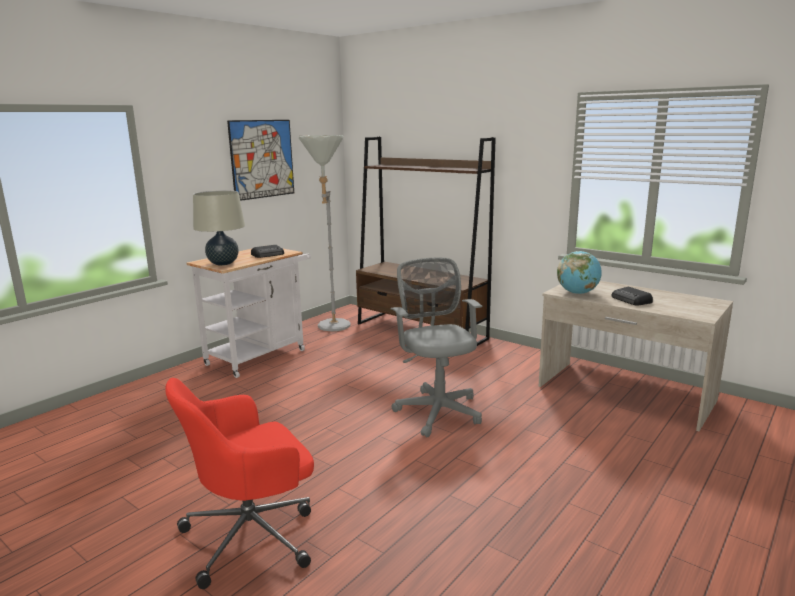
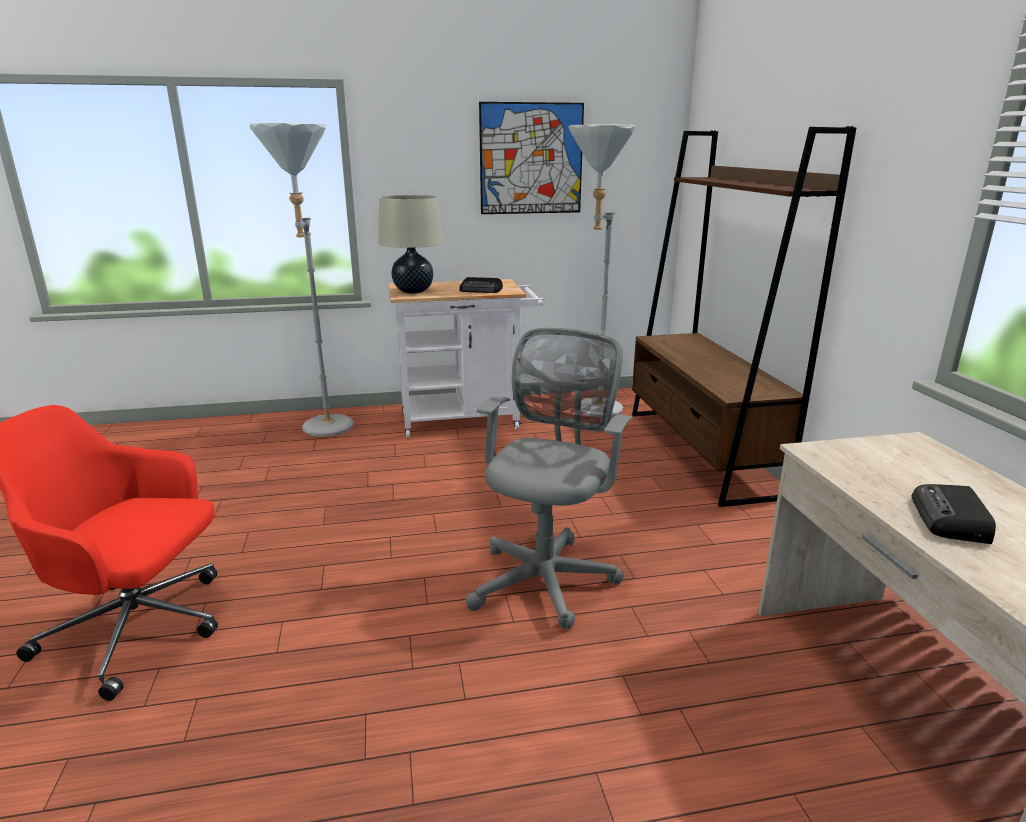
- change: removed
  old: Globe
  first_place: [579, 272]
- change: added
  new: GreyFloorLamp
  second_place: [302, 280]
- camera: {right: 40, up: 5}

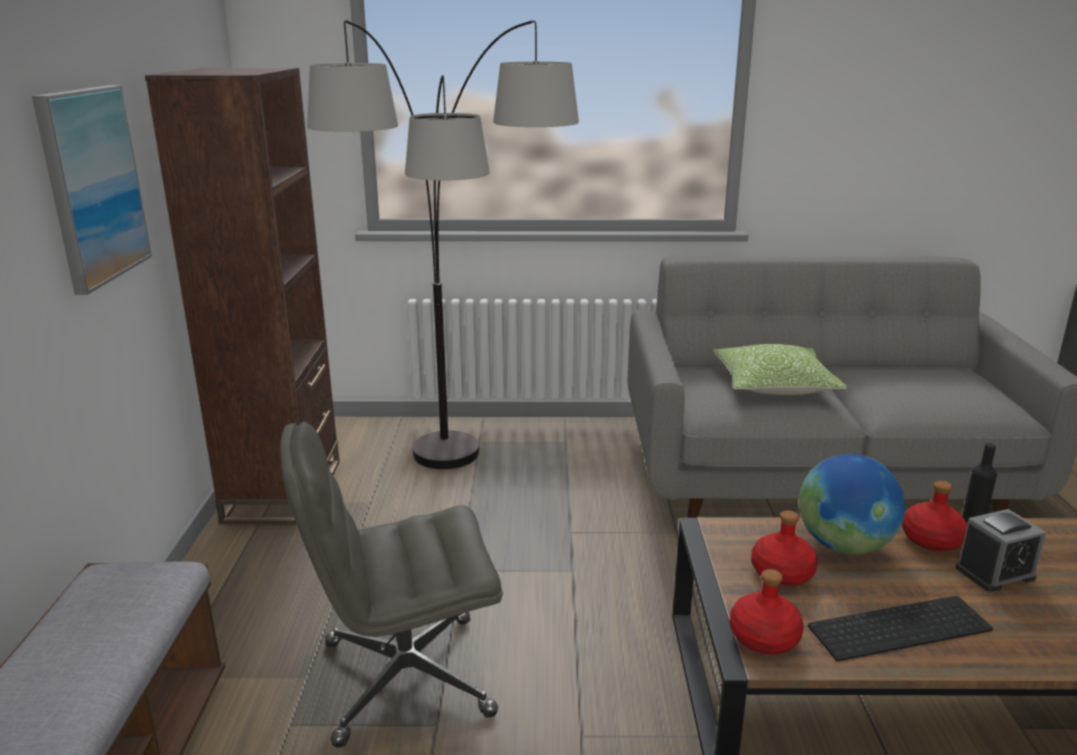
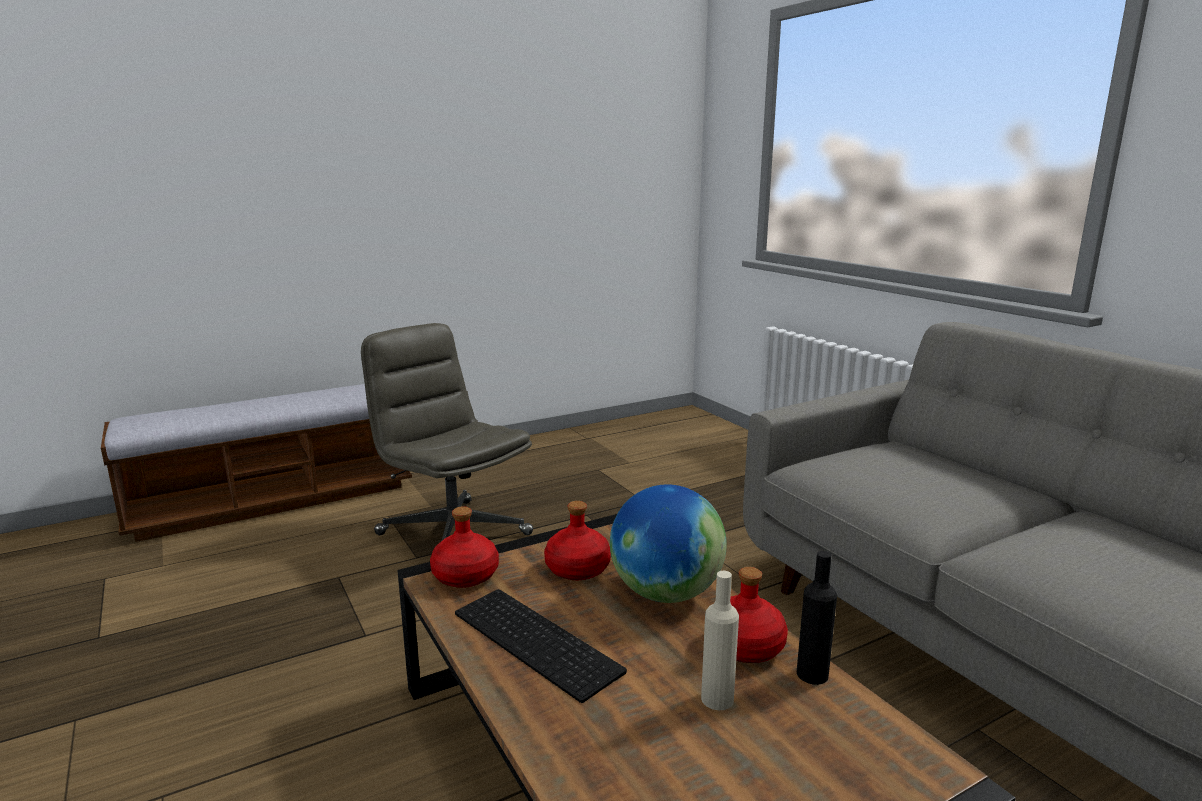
- change: removed
  old: FloorLamp
  first_place: [443, 244]
- change: removed
  old: BrownBookcase
  first_place: [242, 296]
- change: removed
  old: Picture
  first_place: [92, 190]
- change: removed
  old: Pillow
  first_place: [780, 369]
- change: replaced
  old: AlarmClock
  new: BeigeBottle
  first_place: [1000, 550]
  second_place: [720, 640]
- camera: {right: 60, up: -5}

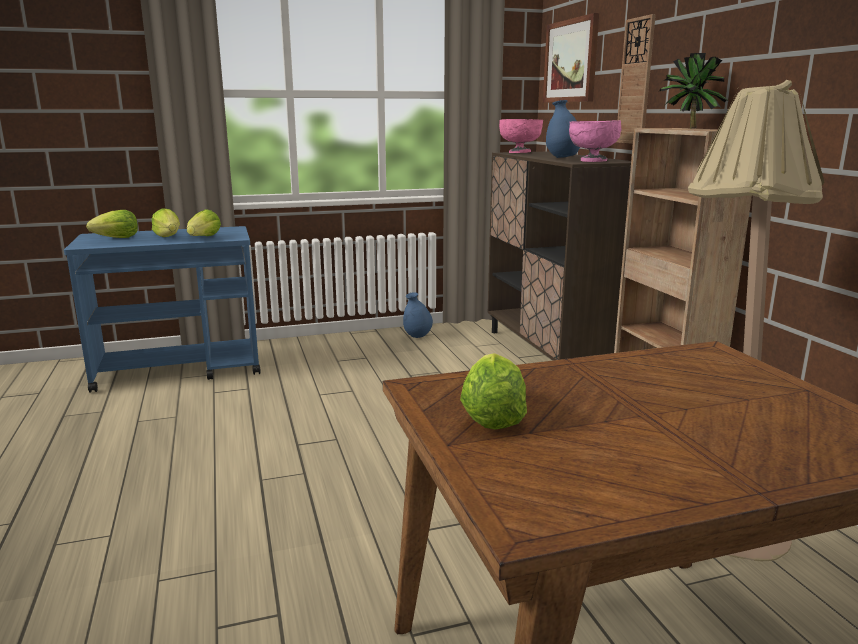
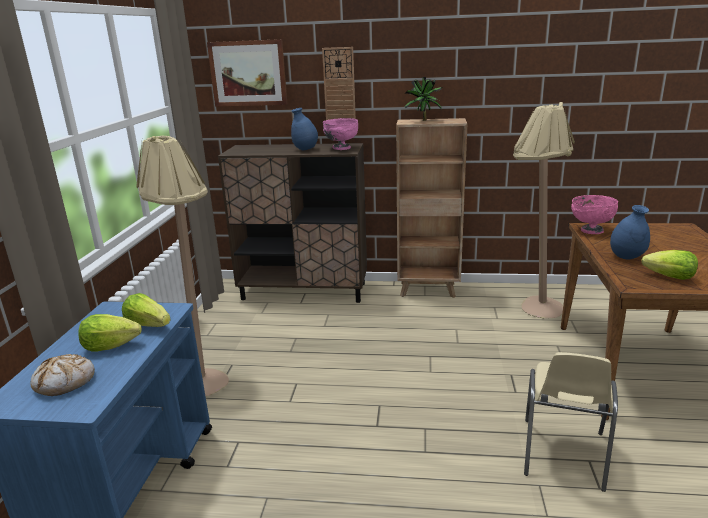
- change: moved
  old: PinkBowl
  first_place: [521, 136]
  second_place: [594, 214]
- change: replaced
  old: Lettuce
  new: Bread
  first_place: [112, 224]
  second_place: [63, 375]
- change: moved
  old: BlueVase
  first_place: [418, 315]
  second_place: [630, 232]
- change: added
  new: BeigeFloorLamp
  second_place: [182, 266]
- change: added
  new: BeigeChair
  second_place: [571, 422]
- camera: {right: -65, up: 5}

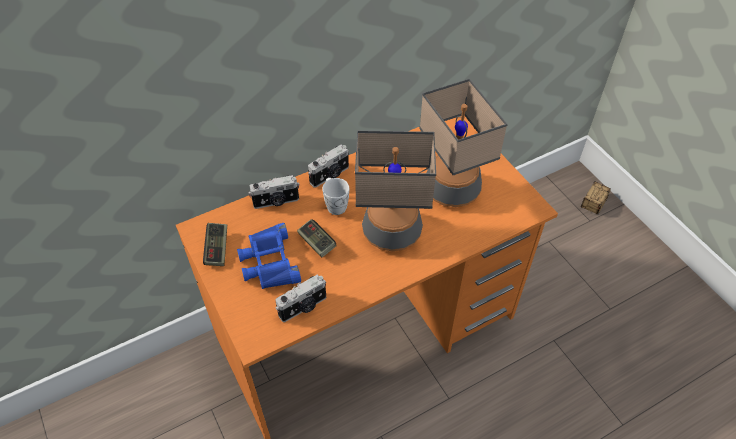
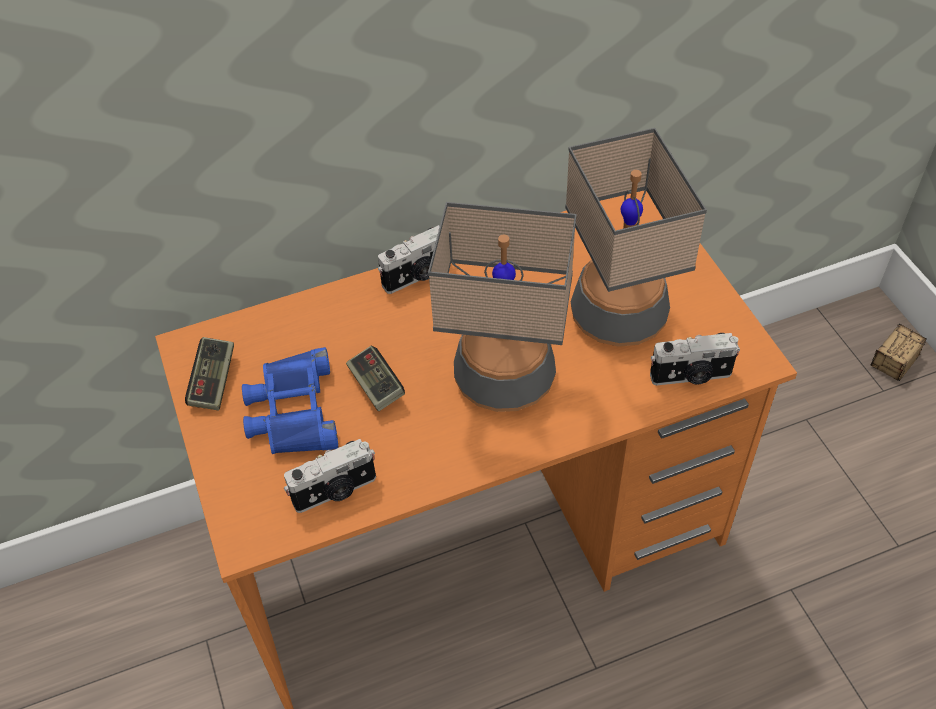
- change: moved
  old: PhotoCamera
  first_place: [274, 192]
  second_place: [695, 359]
- change: removed
  old: WhiteMug
  first_place: [336, 196]
- camera: {right: 10, up: 0}

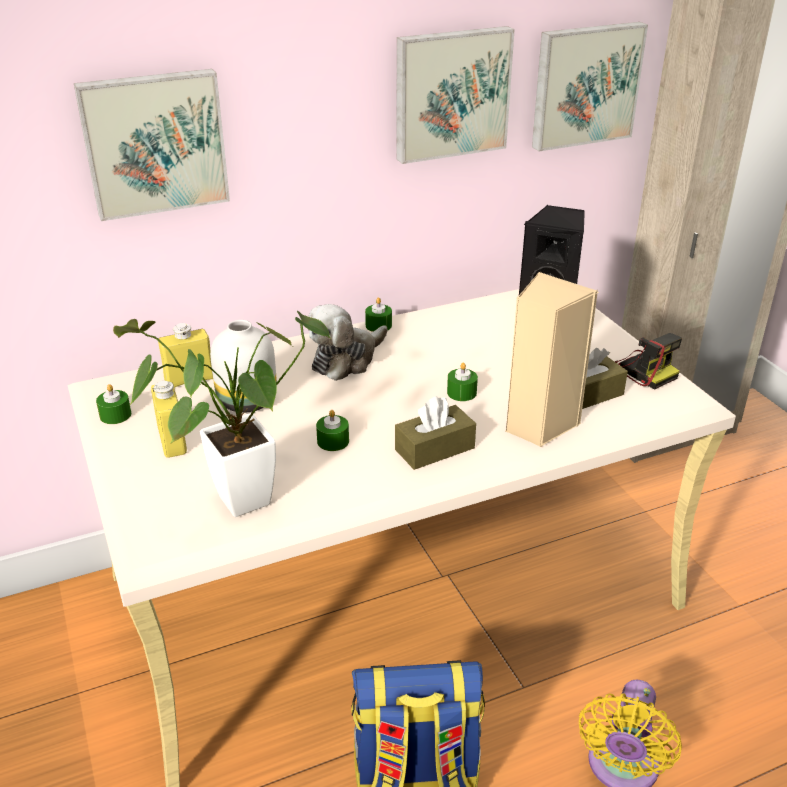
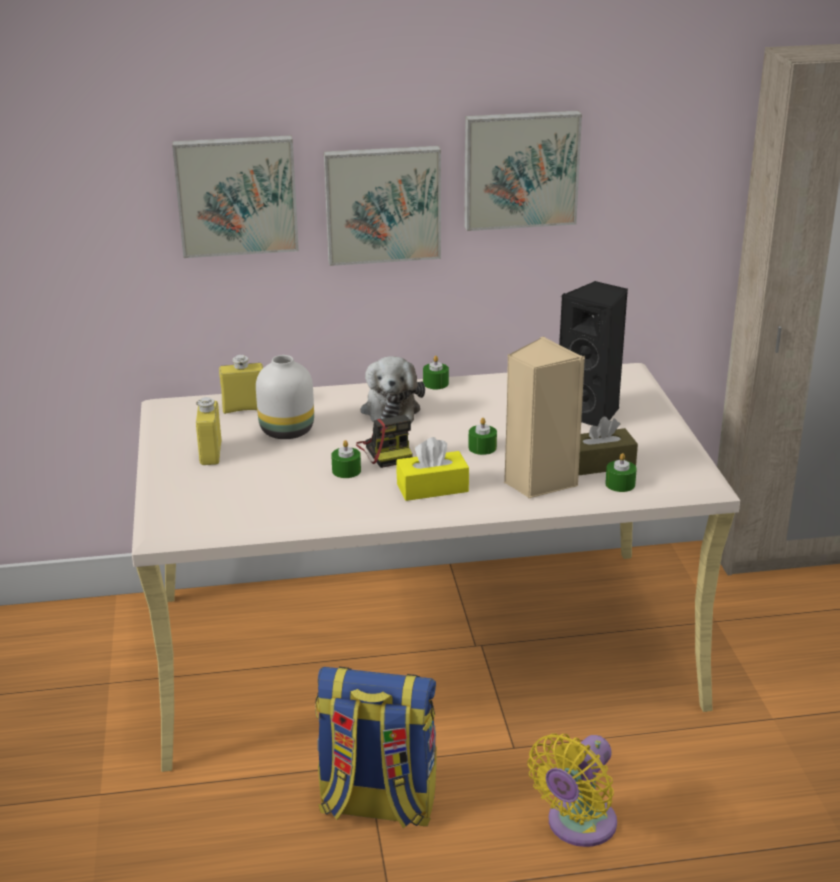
- change: moved
  old: Picture
  first_place: [590, 86]
  second_place: [382, 206]
- change: turned
  old: PlushToy
  first_place: [348, 342]
  second_place: [393, 389]
  degrees: -60
- change: removed
  old: PottedPlant
  first_place: [222, 414]
- change: moved
  old: PhotoCamera
  first_place: [648, 361]
  second_place: [384, 441]
- change: moved
  old: GreenCandle
  first_place: [113, 404]
  second_place: [621, 472]
- change: recoloured
  old: BrownTissueBox
  new: YellowTissueBox
  first_place: [435, 433]
  second_place: [433, 469]
- camera: {right: 15, up: -5}

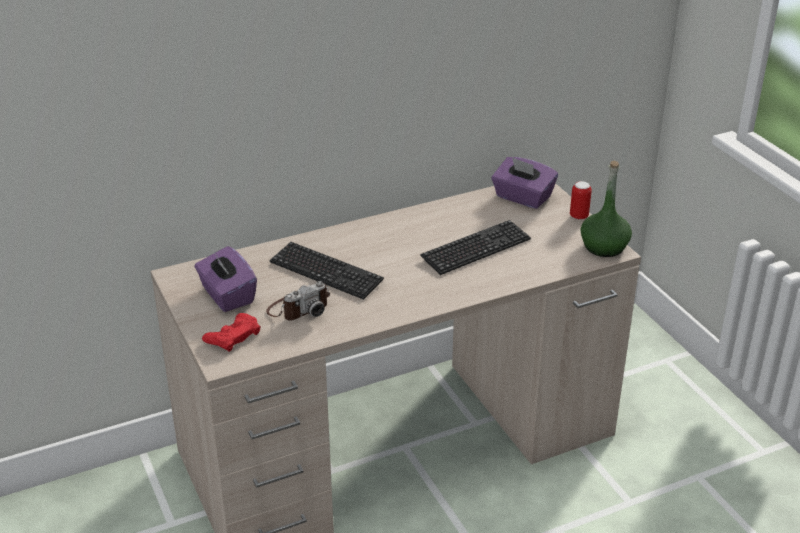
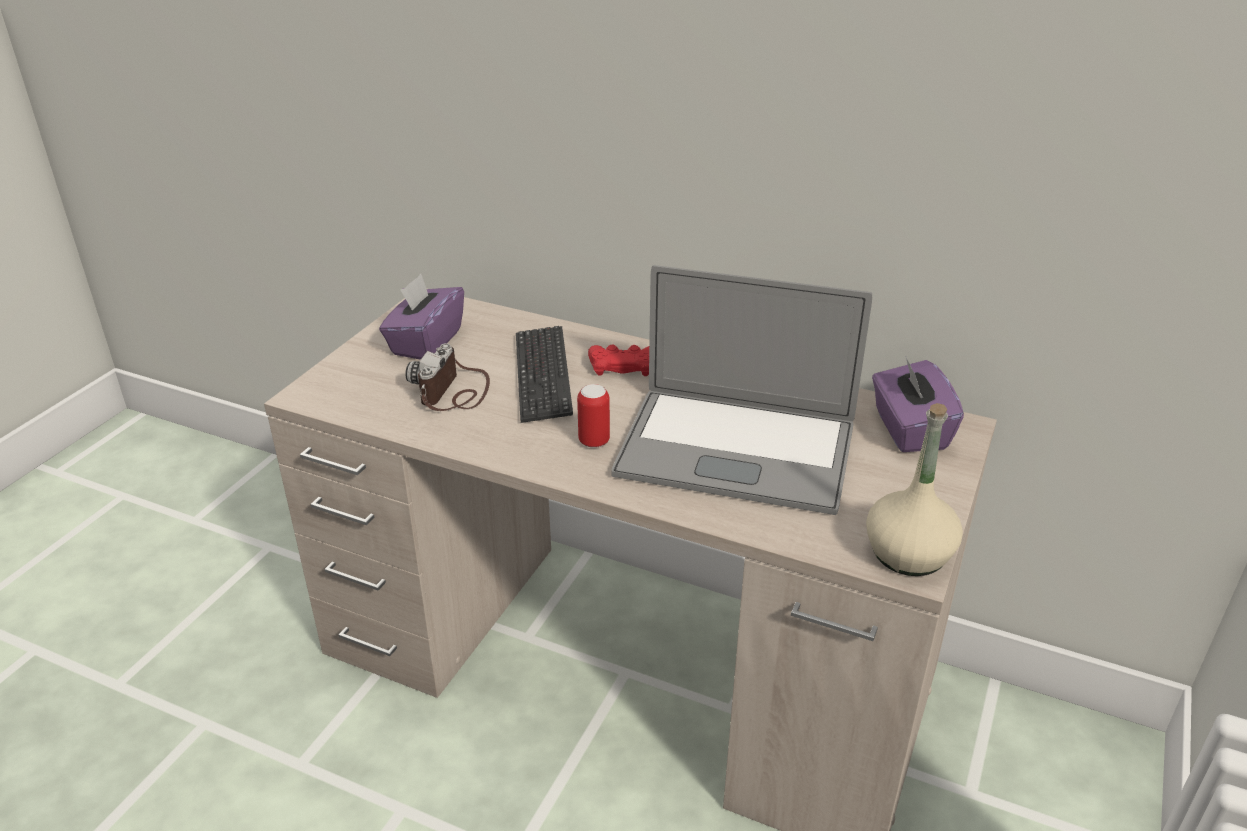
- change: recoloured
  old: GreenBottle
  new: BeigeBottle
  first_place: [606, 209]
  second_place: [914, 489]
- change: moved
  old: Can
  first_place: [581, 200]
  second_place: [593, 416]
- change: replaced
  old: Keyboard
  new: Laptop
  first_place: [475, 247]
  second_place: [741, 390]
- change: turned
  old: PhotoCamera
  first_place: [298, 301]
  second_place: [447, 377]
  degrees: 90
- change: moved
  old: RedGameController
  first_place: [231, 332]
  second_place: [618, 360]
- camera: {right: 50, up: 0}

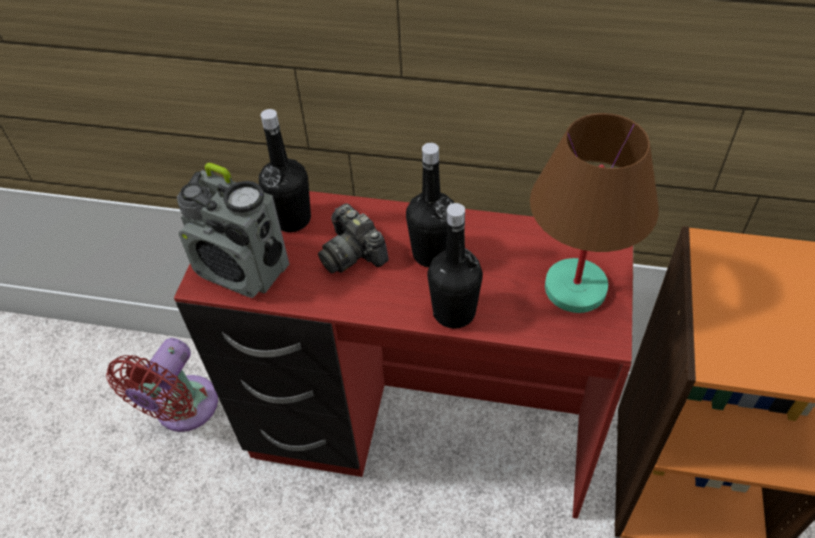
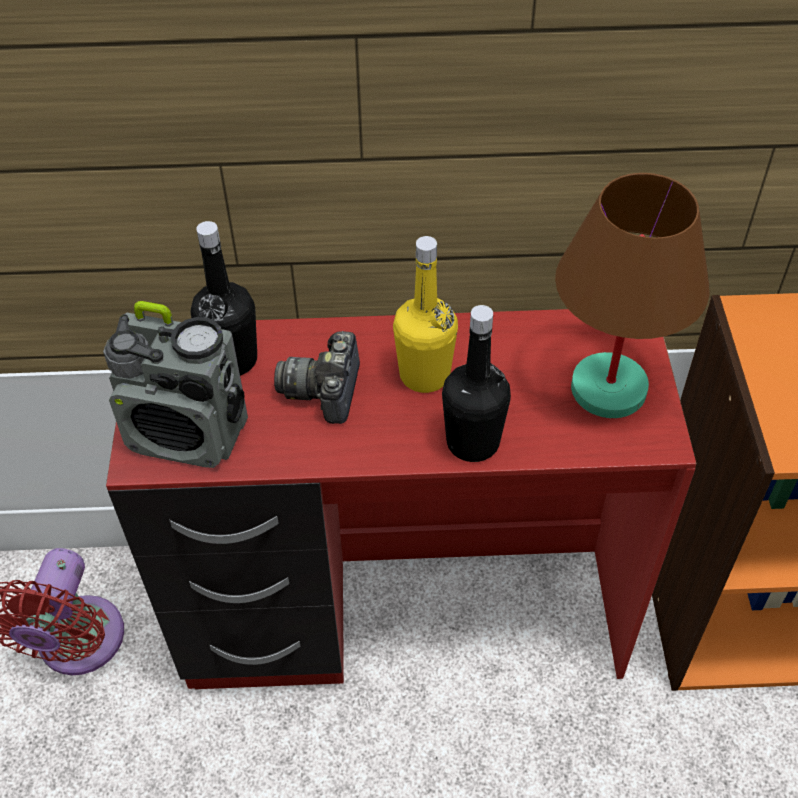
- change: recoloured
  old: BlackBottle
  new: YellowBottle
  first_place: [430, 205]
  second_place: [425, 314]
- change: turned
  old: PhotoCamera
  first_place: [353, 238]
  second_place: [317, 377]
  degrees: 60
- camera: {right: -15, up: 0}

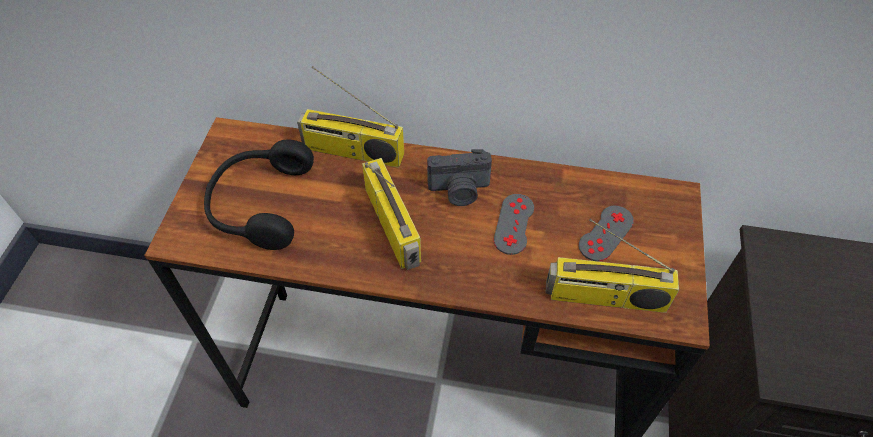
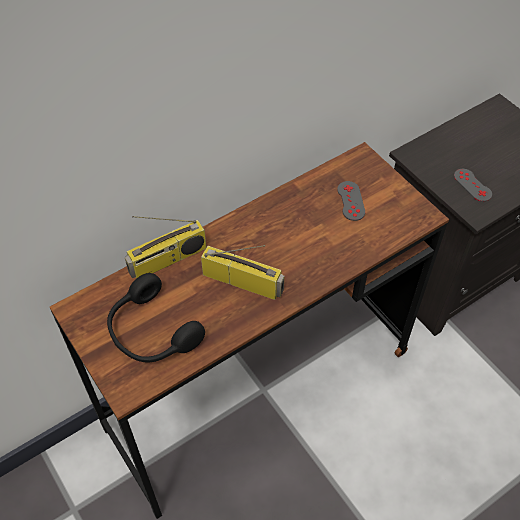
- change: removed
  old: PhotoCamera
  first_place: [459, 177]
- change: moved
  old: GreyGameController
  first_place: [514, 224]
  second_place: [473, 185]
- change: removed
  old: Radio
  first_place: [612, 266]
- camera: {right: -45, up: 0}

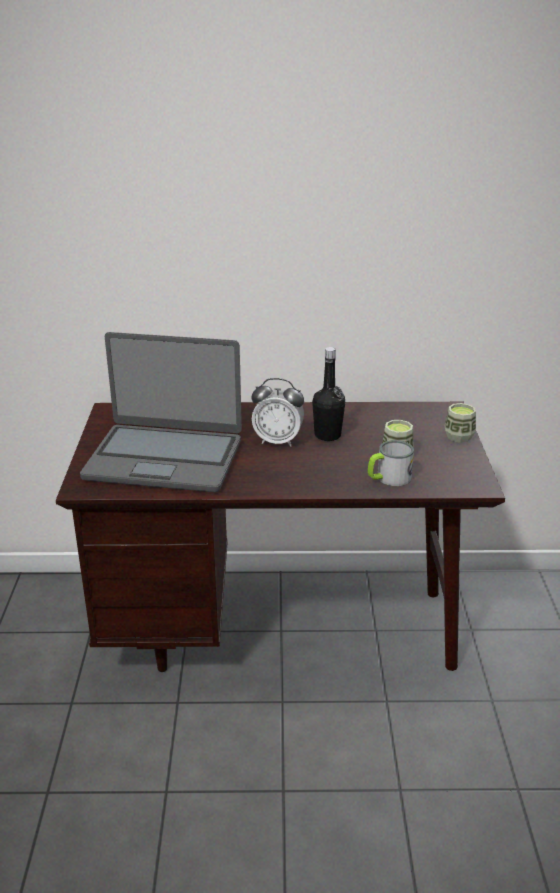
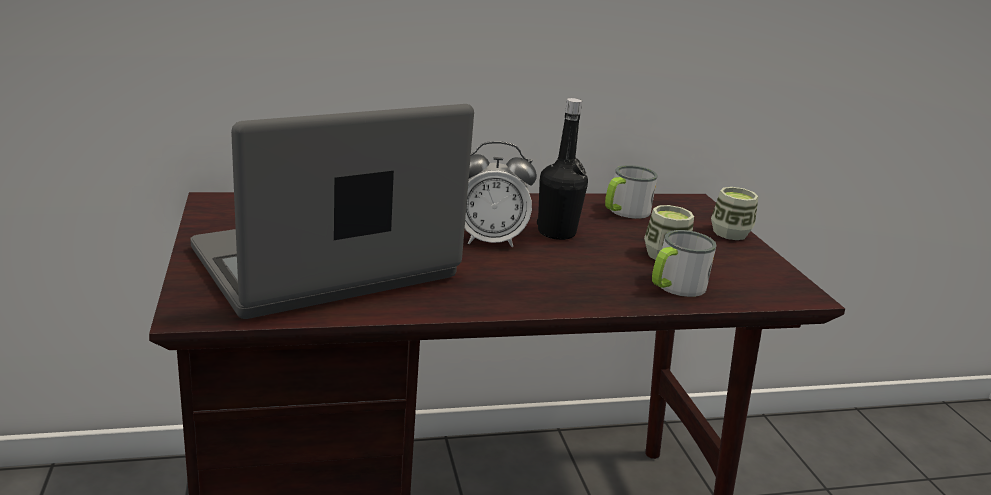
- change: turned
  old: Laptop
  first_place: [161, 412]
  second_place: [332, 211]
  degrees: 150
- change: added
  new: Mug
  second_place: [631, 192]
- camera: {right: -15, up: -5}

